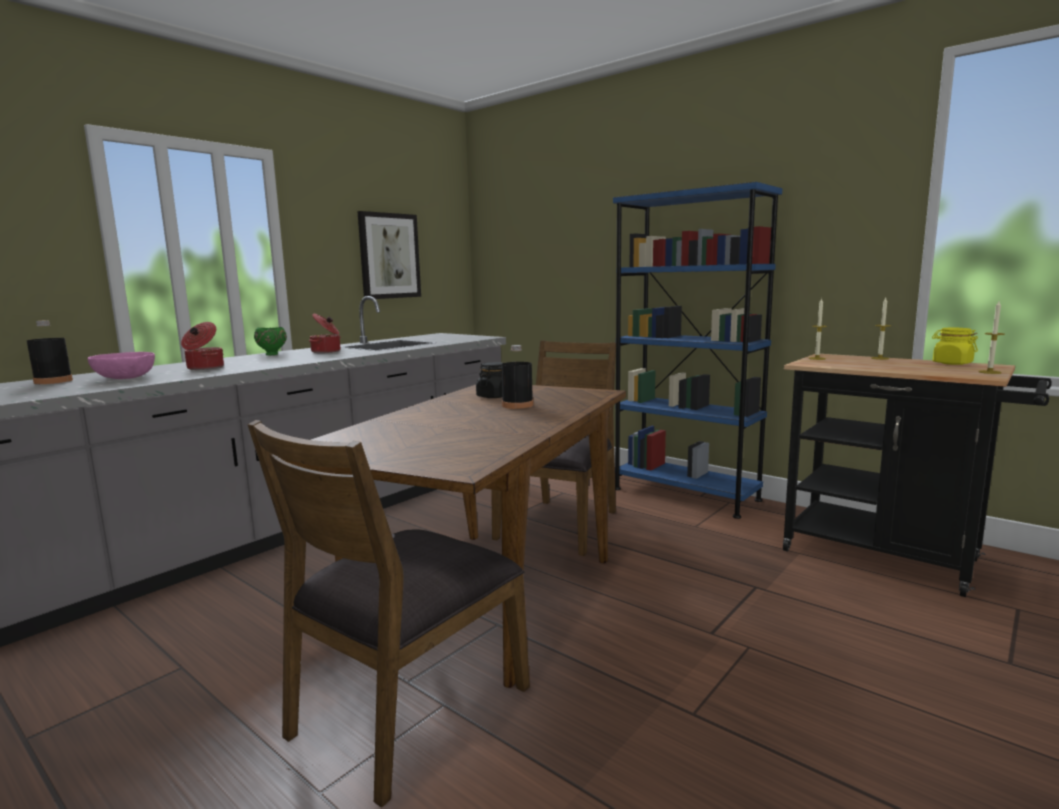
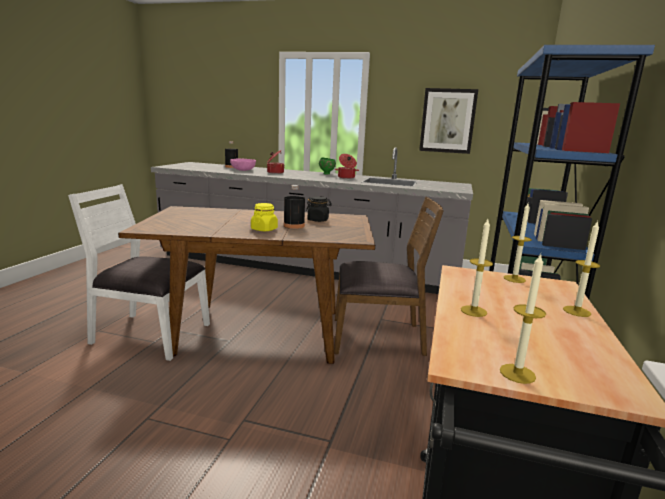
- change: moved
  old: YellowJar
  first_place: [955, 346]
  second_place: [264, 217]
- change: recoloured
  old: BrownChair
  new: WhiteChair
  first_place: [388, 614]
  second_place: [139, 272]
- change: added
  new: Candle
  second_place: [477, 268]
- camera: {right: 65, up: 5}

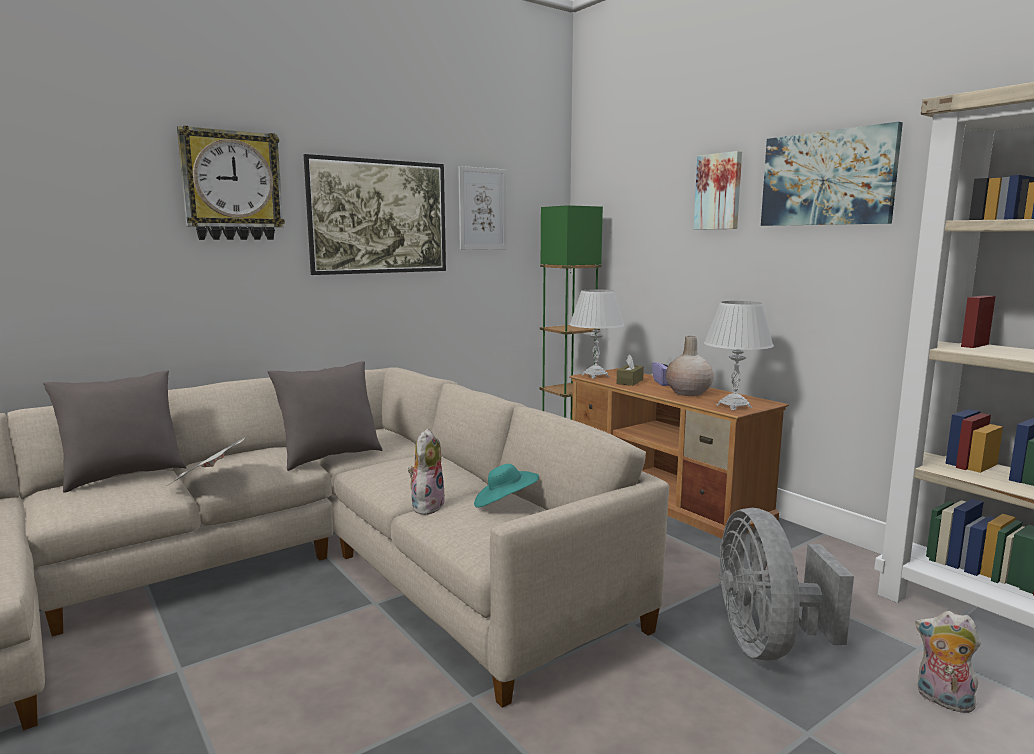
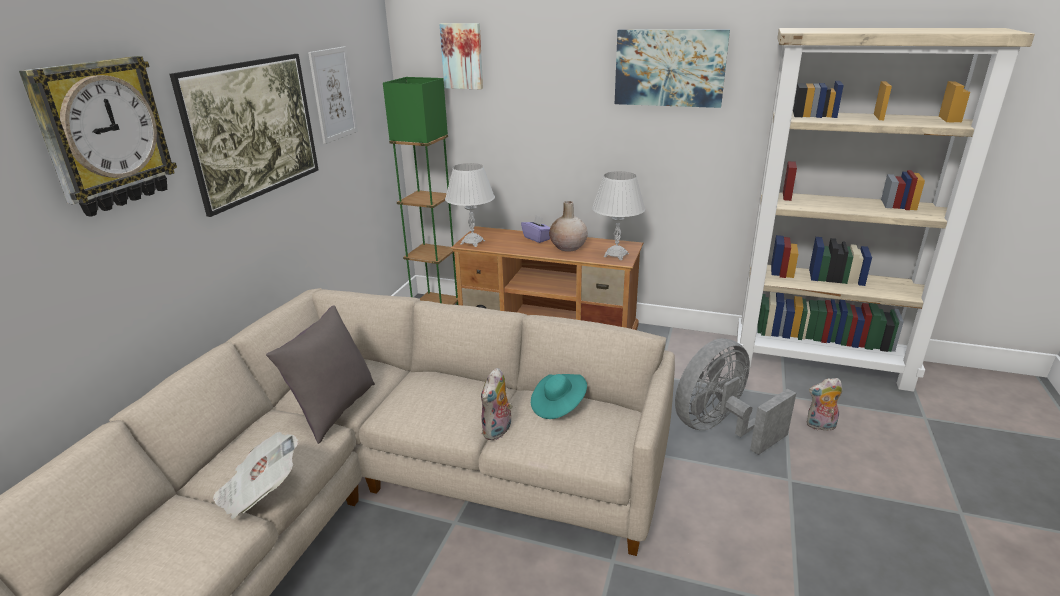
- change: moved
  old: Picture
  first_place: [718, 190]
  second_place: [461, 56]
- change: removed
  old: BrownTissueBox
  first_place: [630, 370]
- change: removed
  old: GreyPillow
  first_place: [115, 432]
- change: turned
  old: PlushToy
  first_place: [426, 472]
  second_place: [497, 404]
  degrees: -135
- change: turned
  old: GreyFan
  first_place: [786, 584]
  second_place: [735, 396]
  degrees: 90
- camera: {right: -35, up: 15}

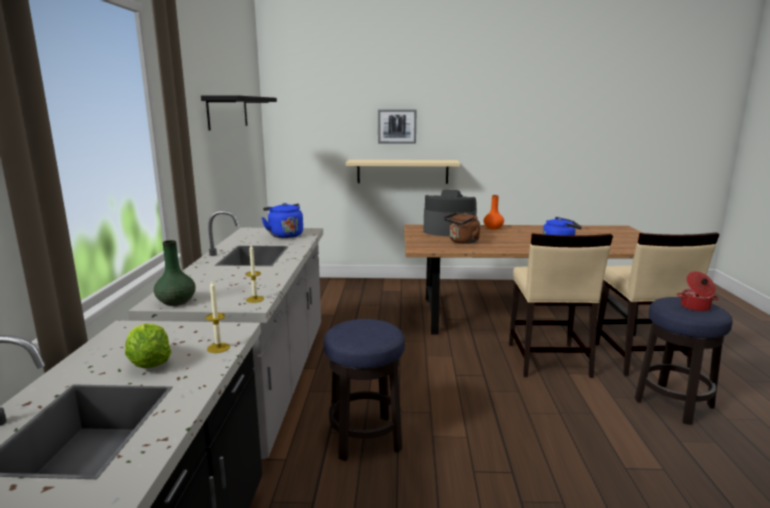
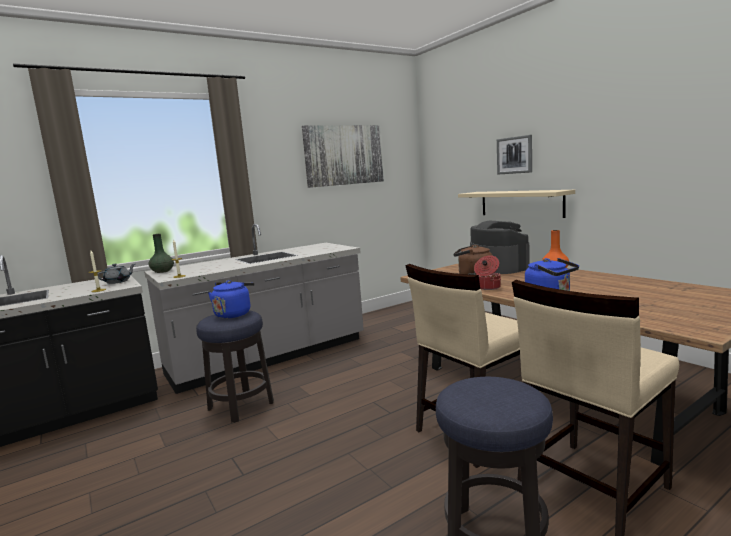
- change: replaced
  old: BlackShelf
  new: Picture
  first_place: [239, 112]
  second_place: [343, 156]
- change: moved
  old: BlueKettle
  first_place: [282, 220]
  second_place: [231, 299]
- change: moved
  old: CookingPot
  first_place: [697, 291]
  second_place: [487, 272]
- change: removed
  old: Lettuce
  first_place: [148, 346]
- change: added
  new: GreyTeapot
  second_place: [116, 274]
- camera: {right: 55, up: -5}

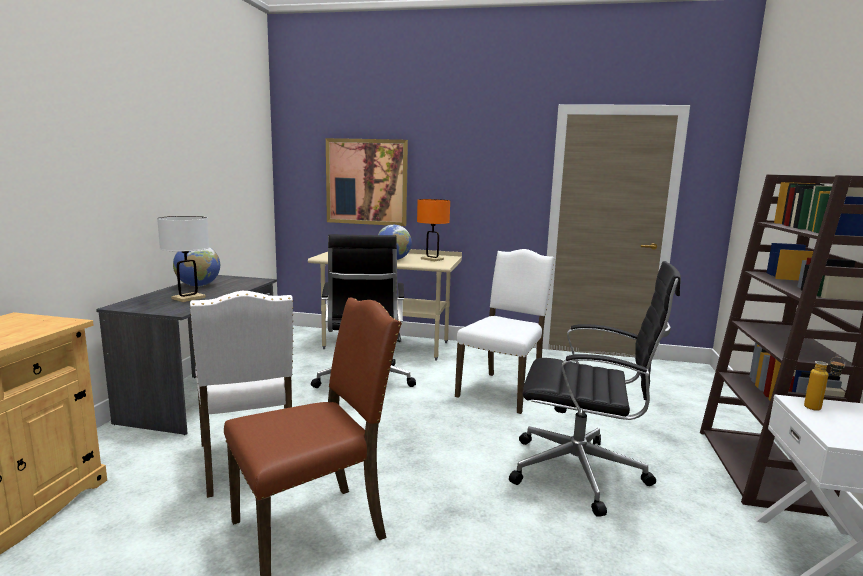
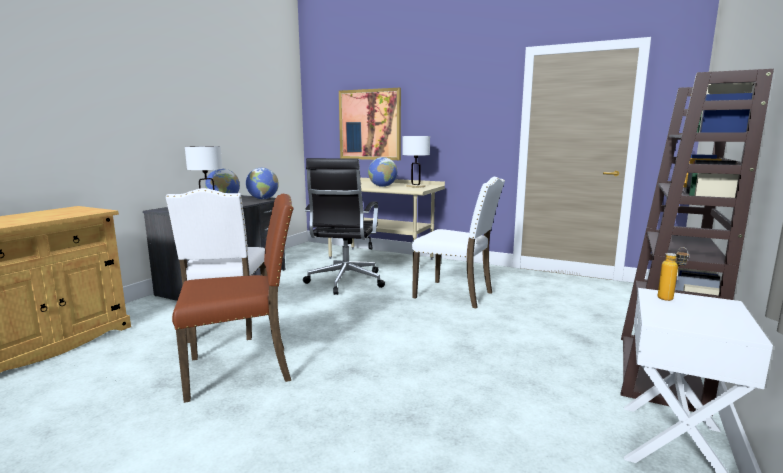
- change: recoloured
  old: OrangeTableLamp
  new: WhiteTableLamp
  first_place: [433, 230]
  second_place: [416, 162]
- change: turned
  old: WhiteChair
  first_place: [504, 331]
  second_place: [458, 242]
  degrees: 75
- change: removed
  old: BlackOfficeChair
  first_place: [595, 389]
- change: added
  new: Globe
  second_place: [262, 183]
- camera: {right: 15, up: 0}

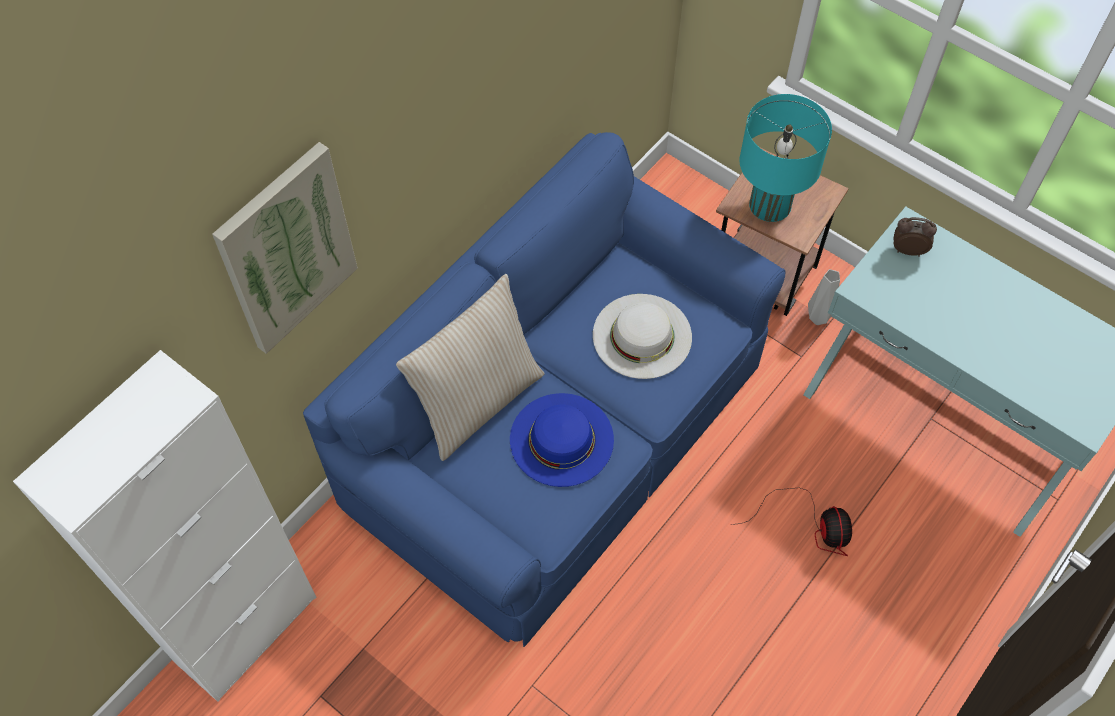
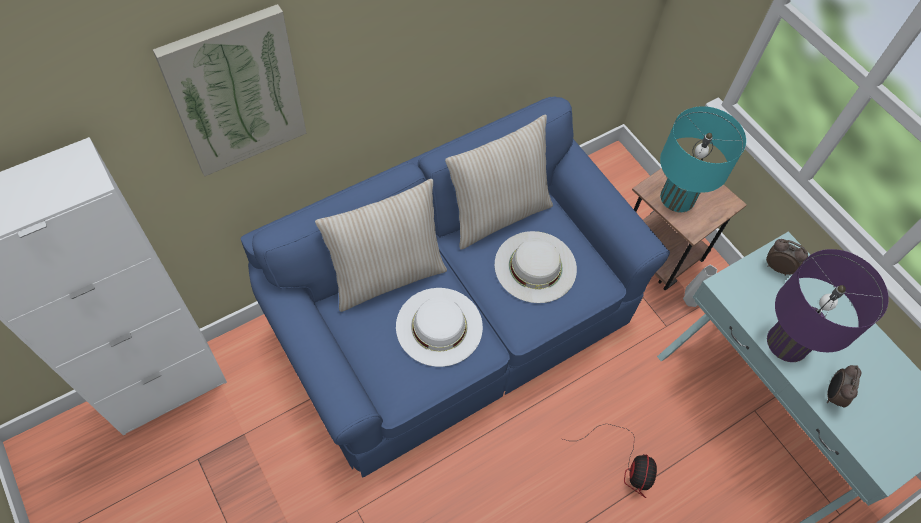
- change: recoloured
  old: BlueHat
  new: WhiteHat
  first_place: [562, 440]
  second_place: [439, 327]
- change: added
  new: BeigePillow
  second_place: [499, 182]
- change: added
  new: PurpleTableLamp
  second_place: [828, 305]
- change: added
  new: AlarmClock
  second_place: [844, 386]
- camera: {right: 15, up: 0}

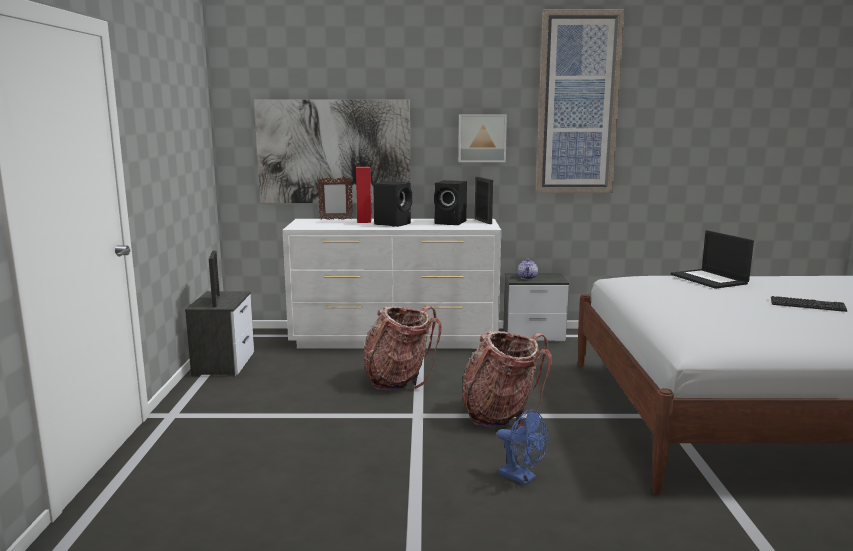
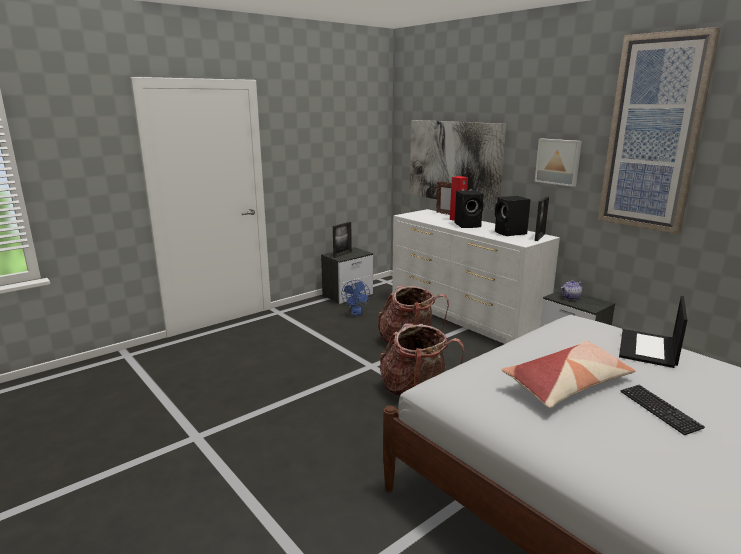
- change: moved
  old: BlueFan
  first_place: [523, 447]
  second_place: [355, 297]
- change: added
  new: Pillow
  second_place: [568, 374]
- camera: {right: 50, up: 5}

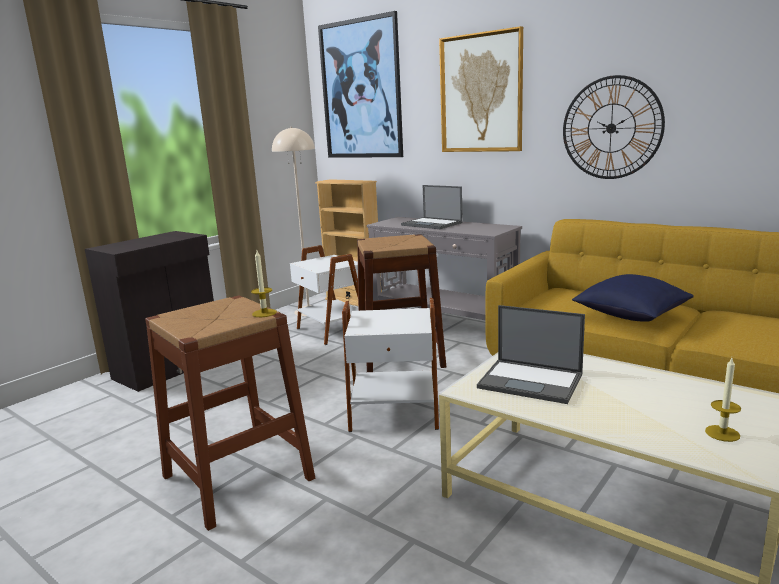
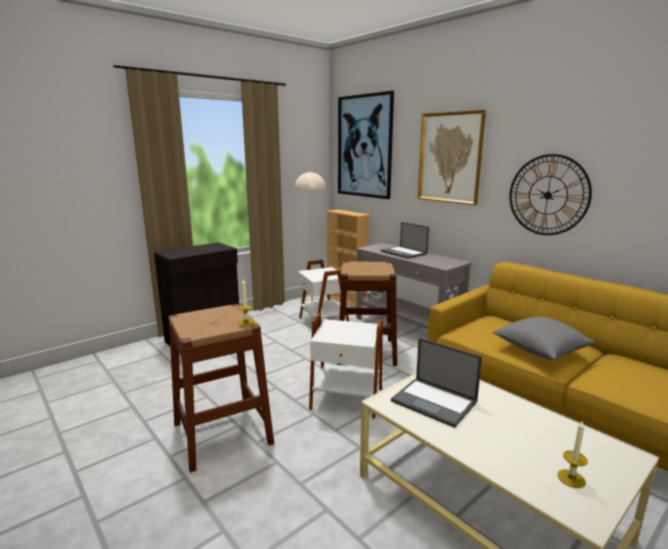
- change: recoloured
  old: BluePillow
  new: GreyPillow
  first_place: [633, 298]
  second_place: [543, 338]
- camera: {right: 10, up: 0}

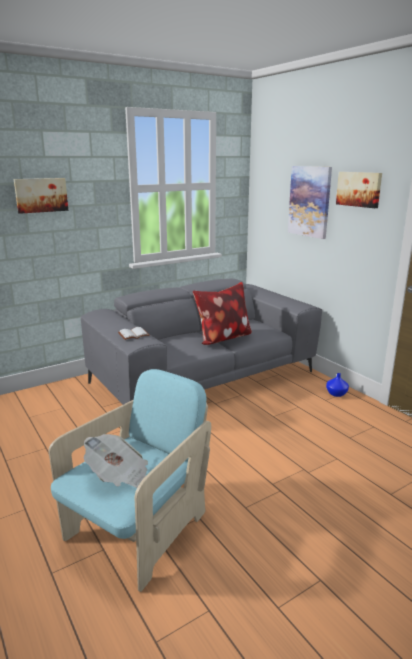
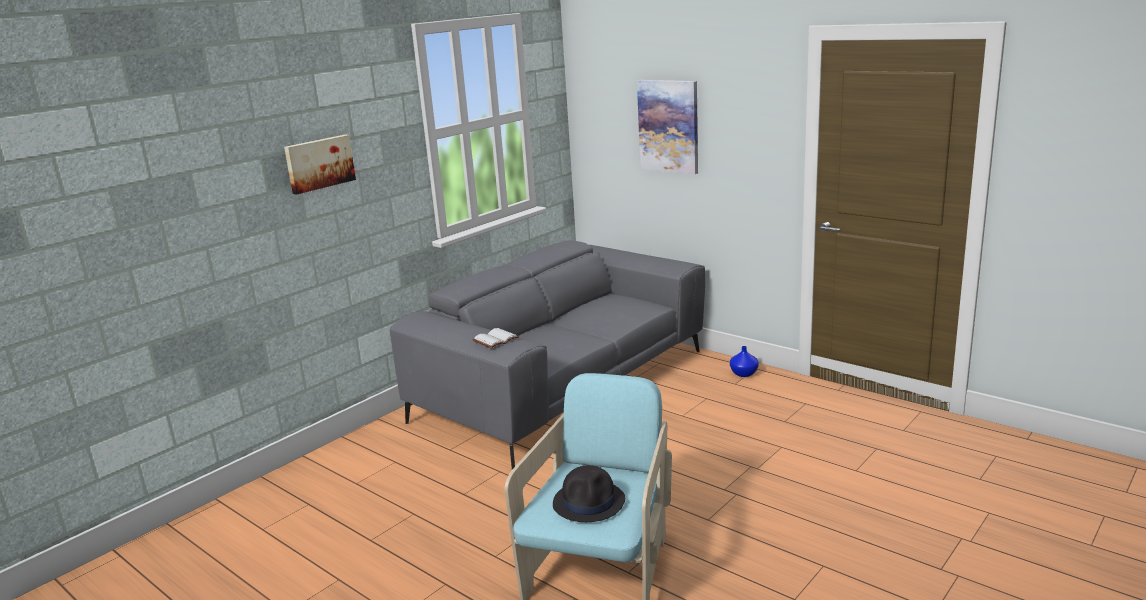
- change: removed
  old: Picture
  first_place: [359, 190]
- change: removed
  old: Pillow
  first_place: [222, 313]
- change: replaced
  old: Newspaper
  new: BlackHat
  first_place: [116, 461]
  second_place: [589, 493]
- camera: {right: -15, up: 0}

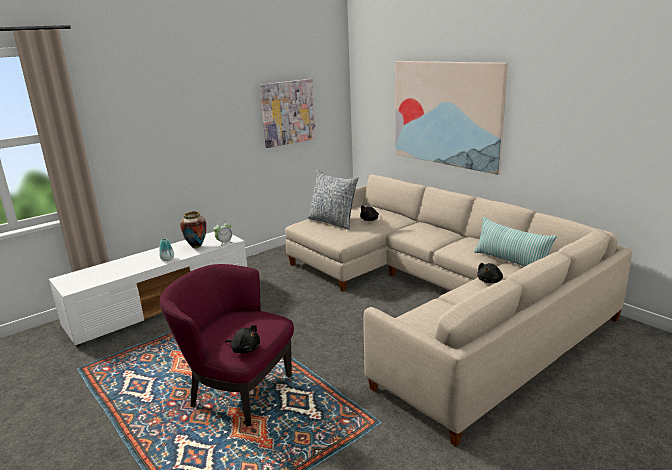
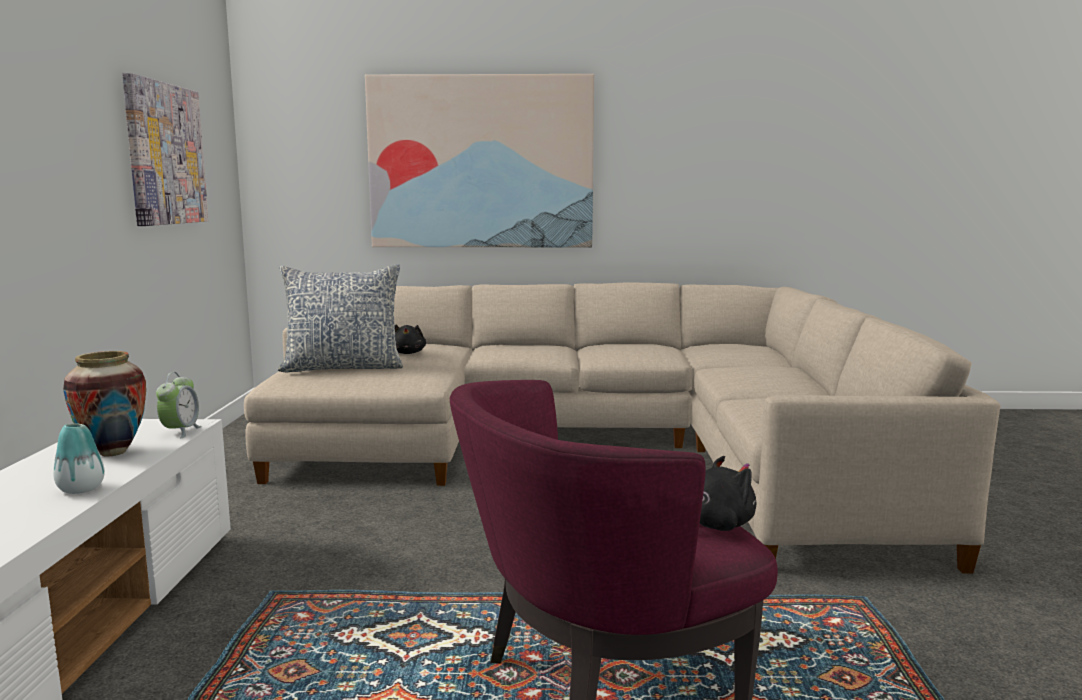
- change: removed
  old: Pillow
  first_place: [515, 242]
- change: removed
  old: BlackPlushToy
  first_place: [490, 273]
- camera: {right: -50, up: -10}

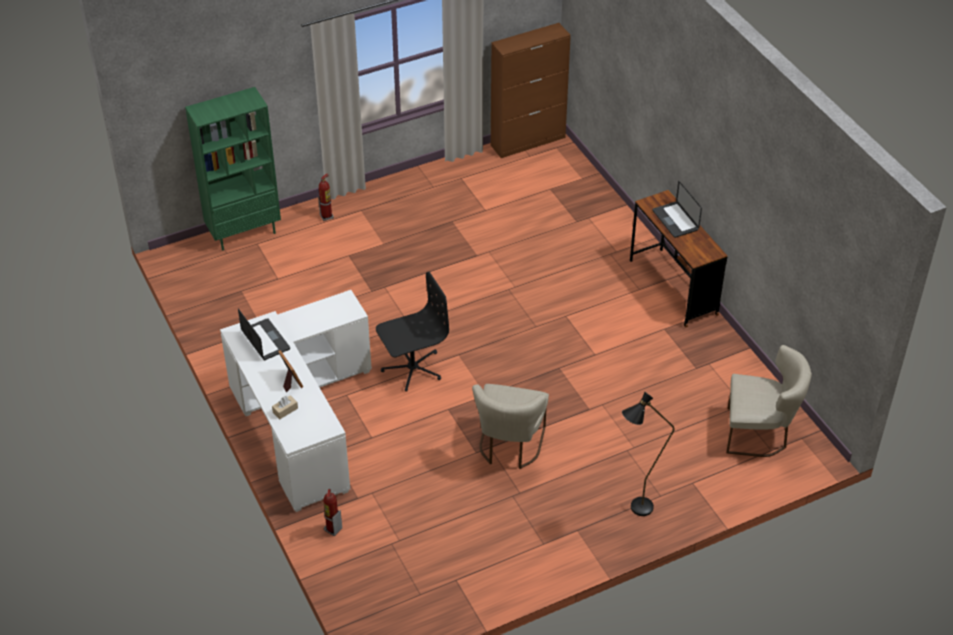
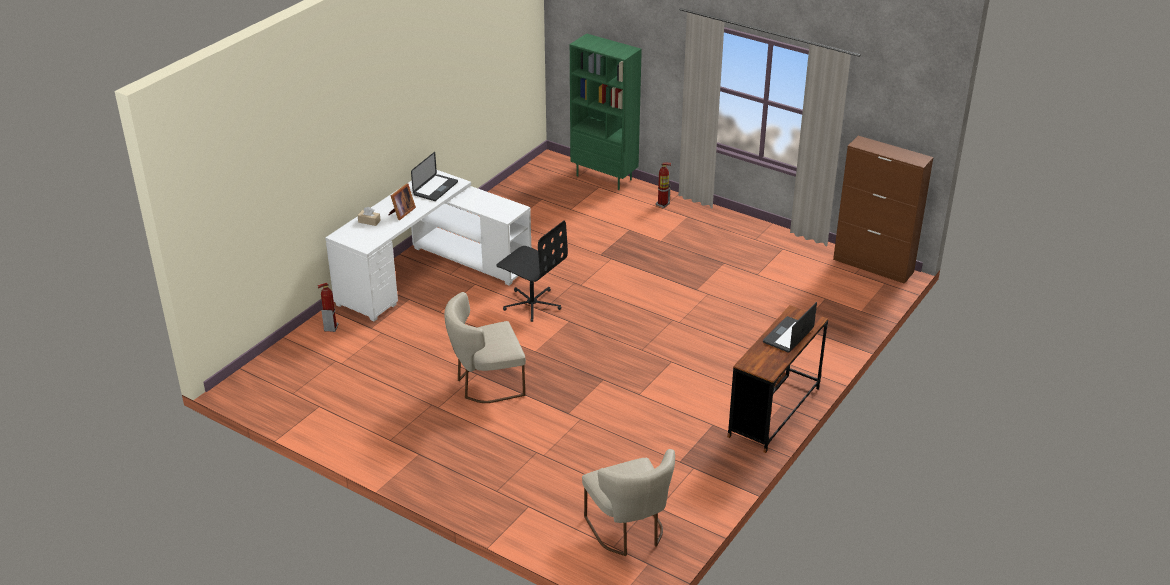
- change: removed
  old: BlackFloorLamp
  first_place: [648, 454]
- camera: {right: 60, up: -10}

